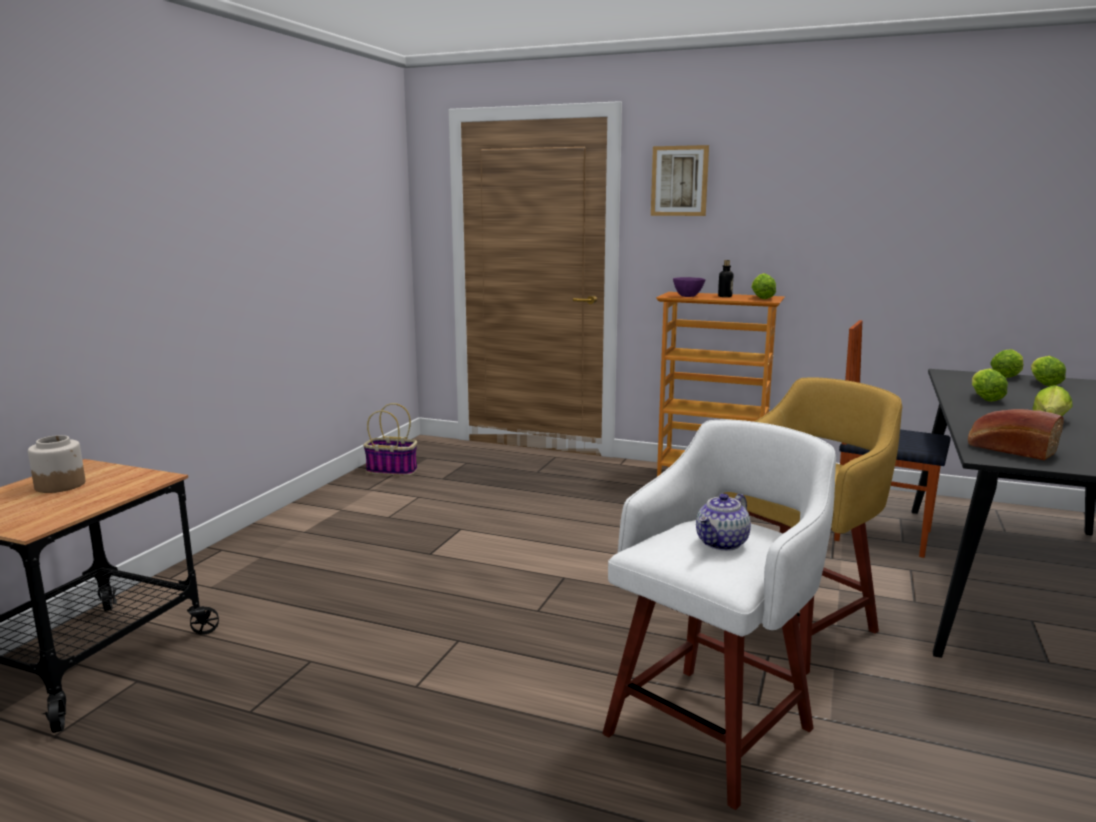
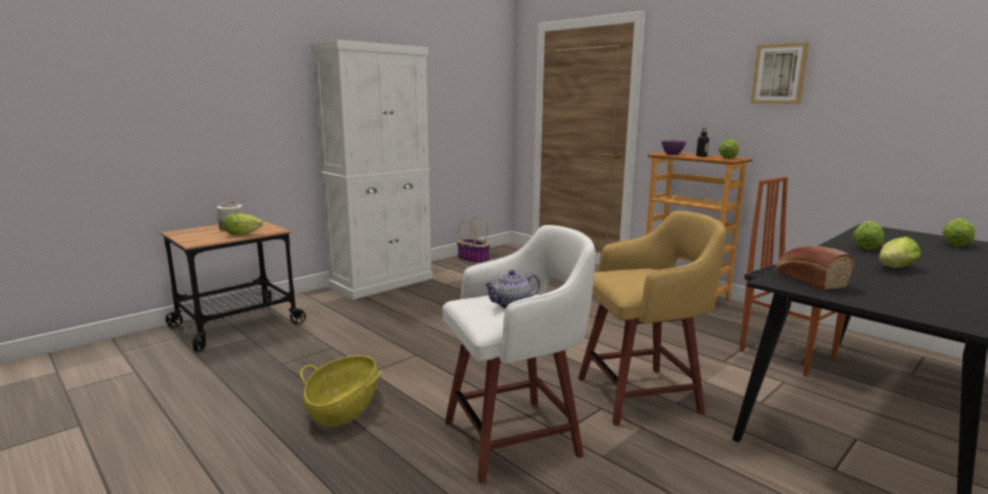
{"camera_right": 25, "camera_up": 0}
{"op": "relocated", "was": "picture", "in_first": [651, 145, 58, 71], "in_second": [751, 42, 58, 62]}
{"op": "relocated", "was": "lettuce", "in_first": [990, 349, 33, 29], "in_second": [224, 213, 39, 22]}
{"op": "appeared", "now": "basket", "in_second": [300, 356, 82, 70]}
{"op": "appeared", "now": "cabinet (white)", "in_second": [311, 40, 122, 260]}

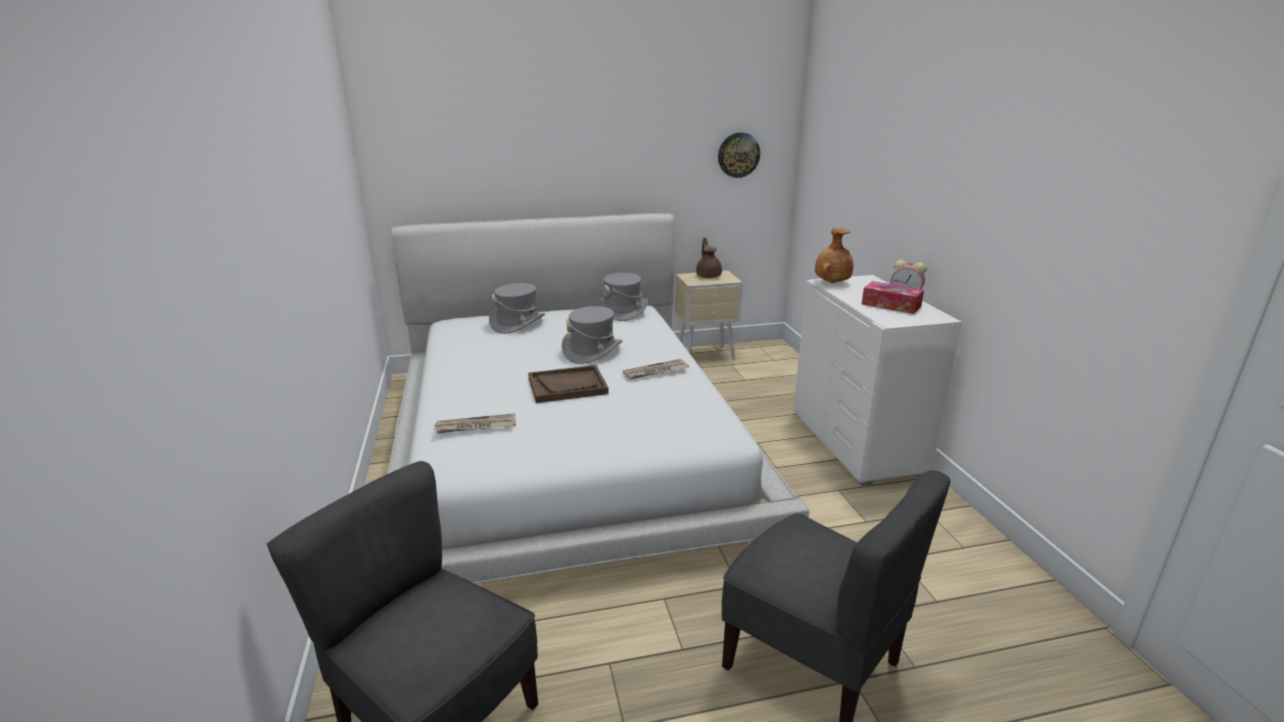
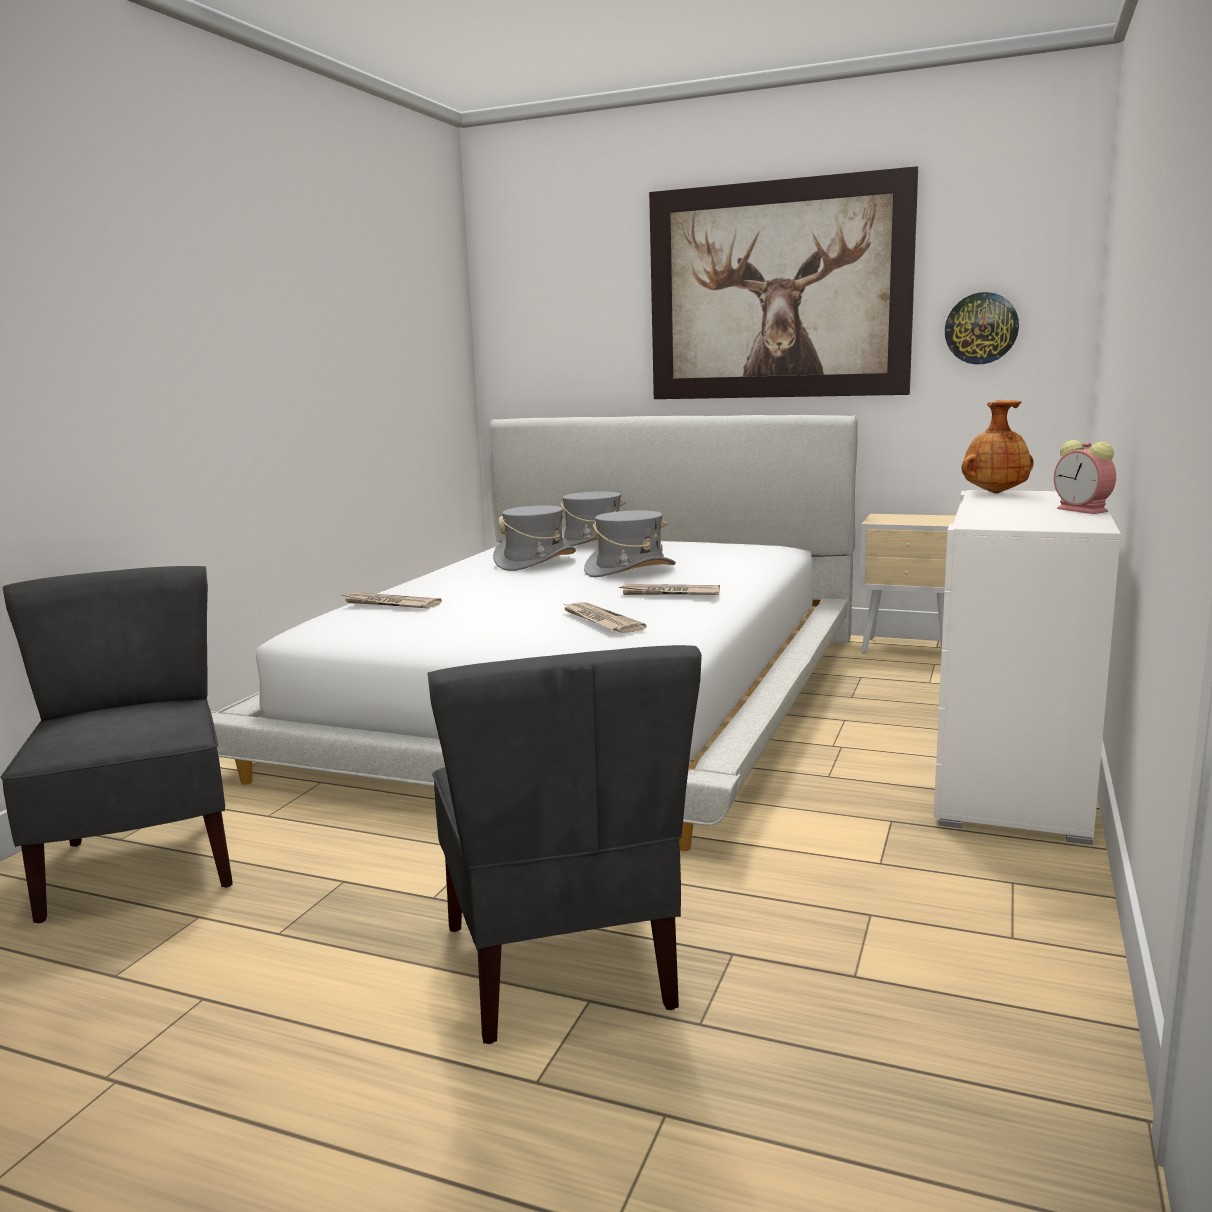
{"camera_right": 35, "camera_up": -10}
{"op": "missing", "was": "tray (brown)", "in_first": [528, 365, 81, 38]}
{"op": "relocated", "was": "hat (grey)", "in_first": [597, 273, 51, 48], "in_second": [493, 505, 83, 66]}
{"op": "missing", "was": "teapot (brown)", "in_first": [696, 238, 26, 40]}
{"op": "missing", "was": "tissue box", "in_first": [862, 281, 62, 33]}
{"op": "appeared", "now": "newspaper", "in_second": [562, 602, 85, 31]}
{"op": "appeared", "now": "picture", "in_second": [649, 166, 269, 233]}

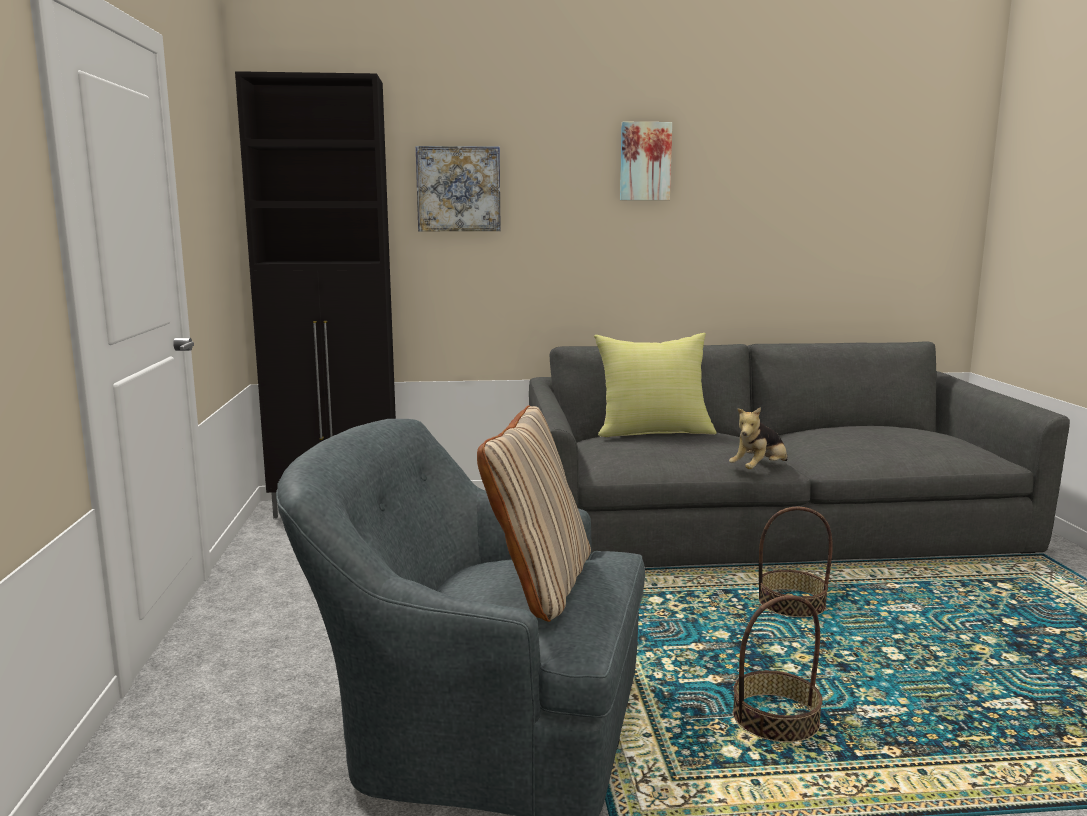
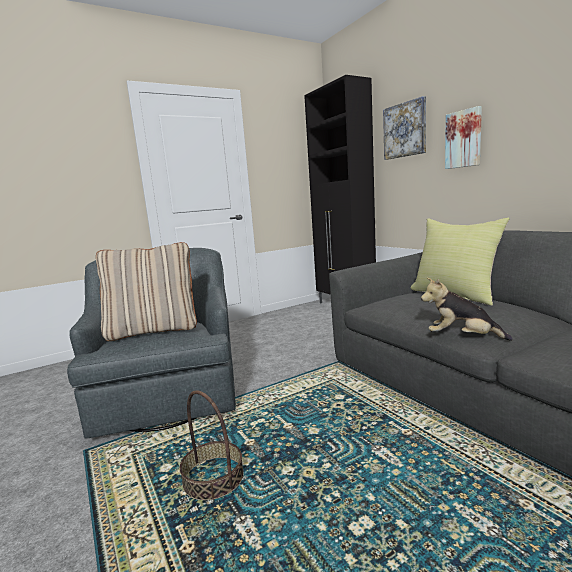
{"camera_right": 65, "camera_up": 0}
{"op": "relocated", "was": "picture", "in_first": [620, 122, 52, 78], "in_second": [445, 106, 37, 63]}
{"op": "missing", "was": "basket", "in_first": [759, 507, 74, 110]}

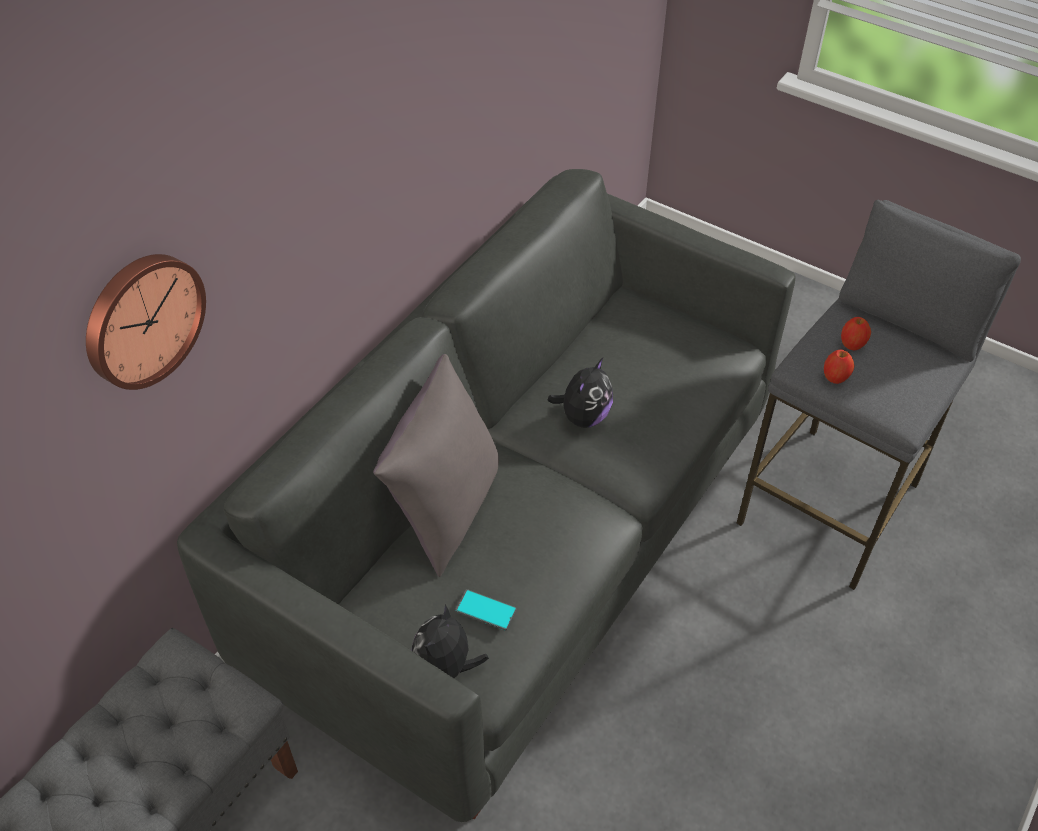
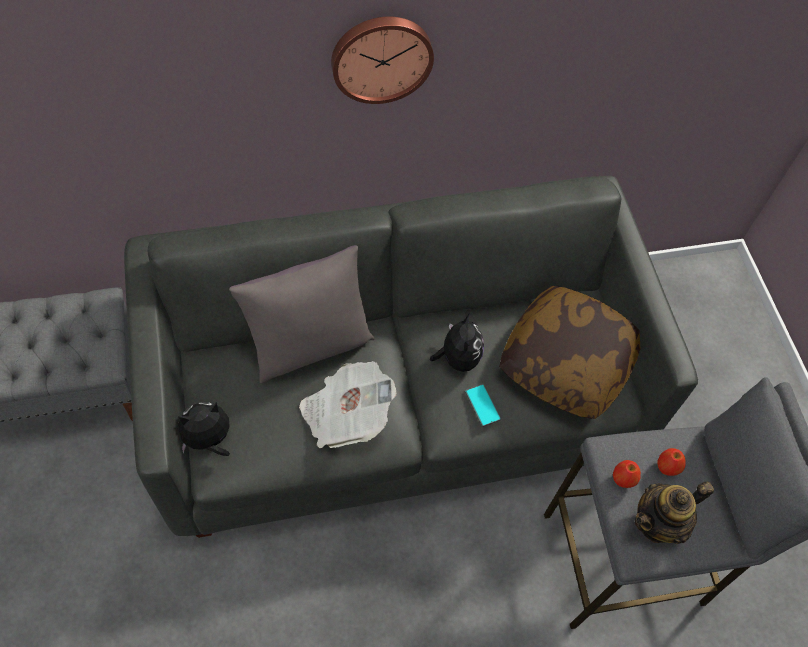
{"camera_right": 40, "camera_up": 10}
{"op": "relocated", "was": "wall clock", "in_first": [86, 254, 120, 136], "in_second": [331, 16, 103, 88]}
{"op": "relocated", "was": "phone", "in_first": [455, 589, 62, 42], "in_second": [465, 383, 36, 44]}
{"op": "spun", "was": "plush toy", "in_first": [547, 358, 66, 70], "in_second": [430, 313, 54, 59], "clockwise": -75}
{"op": "appeared", "now": "newspaper", "in_second": [299, 361, 98, 87]}
{"op": "appeared", "now": "pillow", "in_second": [499, 286, 142, 133]}
{"op": "appeared", "now": "teapot", "in_second": [635, 481, 79, 63]}

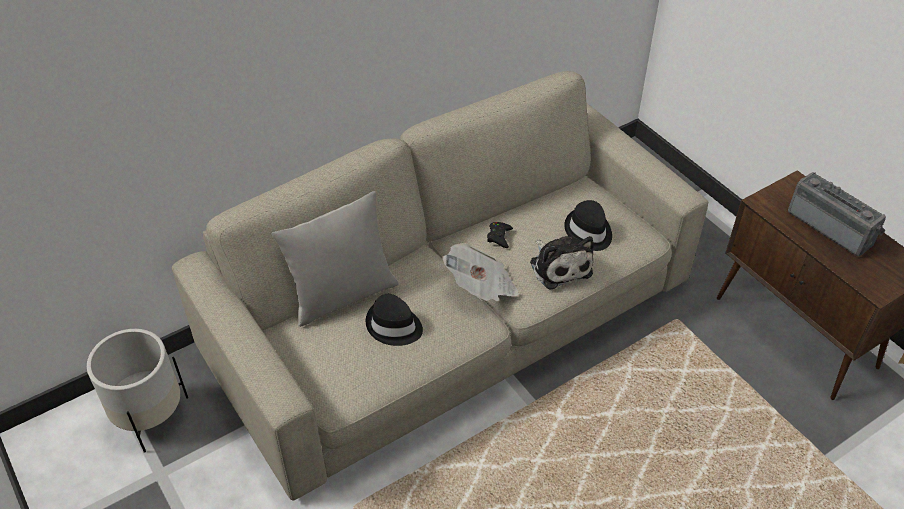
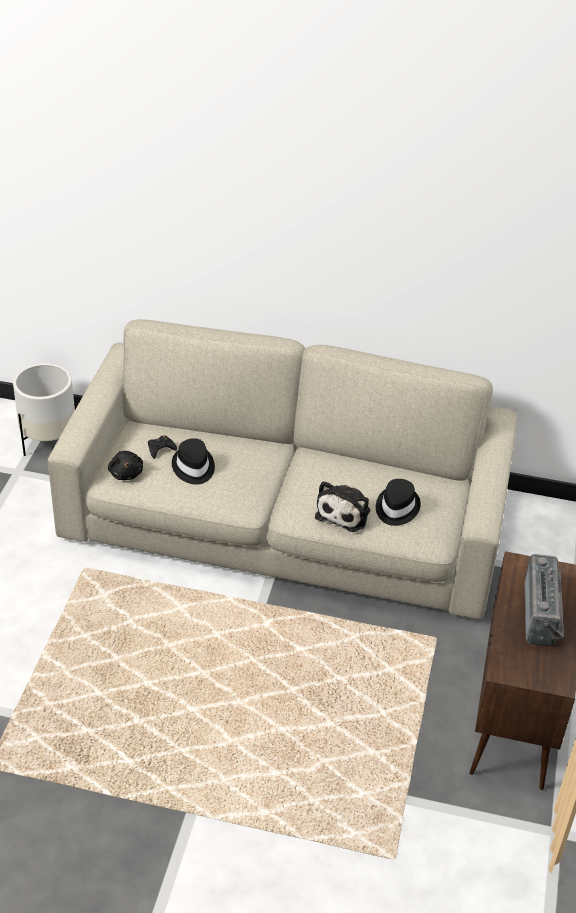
{"camera_right": 45, "camera_up": -5}
{"op": "missing", "was": "pillow (grey)", "in_first": [271, 191, 127, 136]}
{"op": "missing", "was": "newspaper", "in_first": [442, 243, 77, 58]}
{"op": "relocated", "was": "game controller (black)", "in_first": [487, 222, 26, 26], "in_second": [148, 435, 29, 24]}
{"op": "appeared", "now": "plush toy (black)", "in_second": [108, 451, 35, 29]}

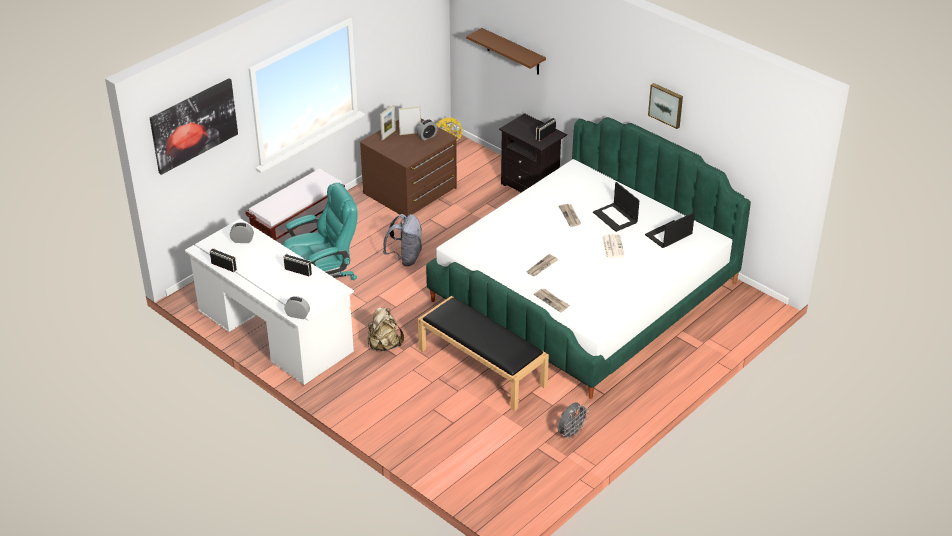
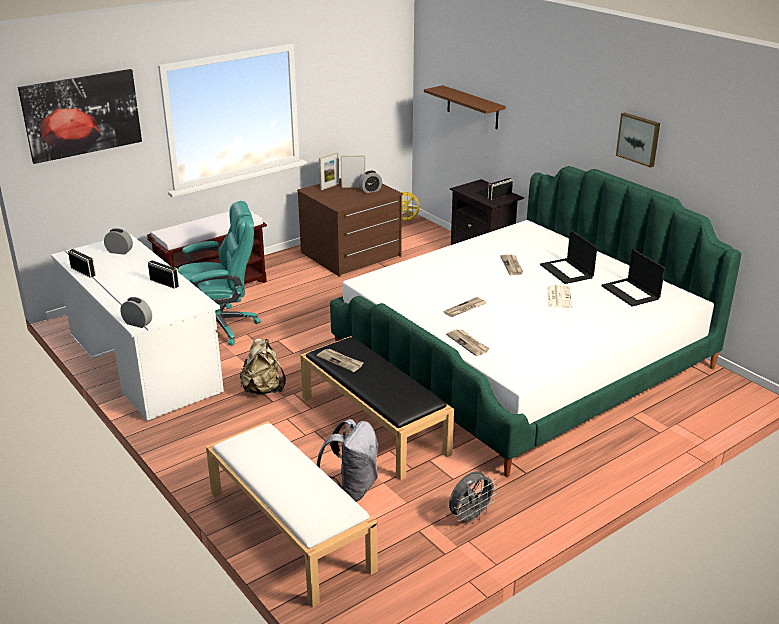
{"camera_right": 10, "camera_up": -10}
{"op": "relocated", "was": "backpack (grey)", "in_first": [383, 214, 39, 52], "in_second": [317, 419, 61, 83]}
{"op": "spun", "was": "laptop", "in_first": [645, 212, 50, 36], "in_second": [602, 249, 63, 58], "clockwise": -90}
{"op": "appeared", "now": "bench (white)", "in_second": [206, 421, 172, 186]}
{"op": "appeared", "now": "newspaper", "in_second": [317, 348, 47, 24]}

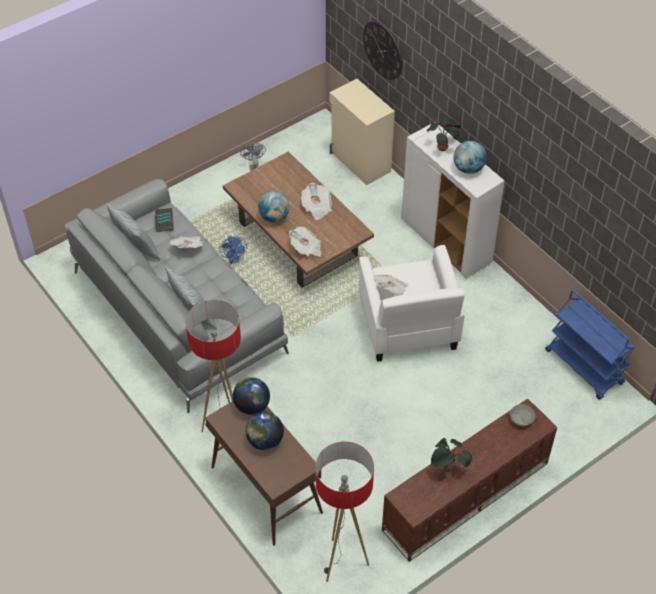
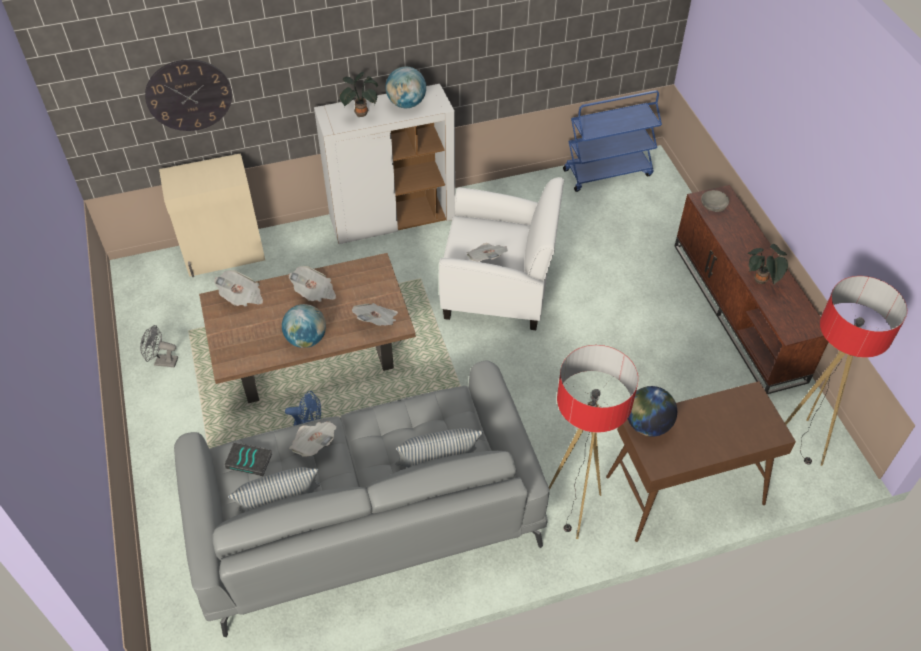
{"camera_right": -70, "camera_up": 0}
{"op": "missing", "was": "globe", "in_first": [246, 412, 38, 38]}
{"op": "appeared", "now": "newspaper", "in_second": [214, 270, 49, 36]}

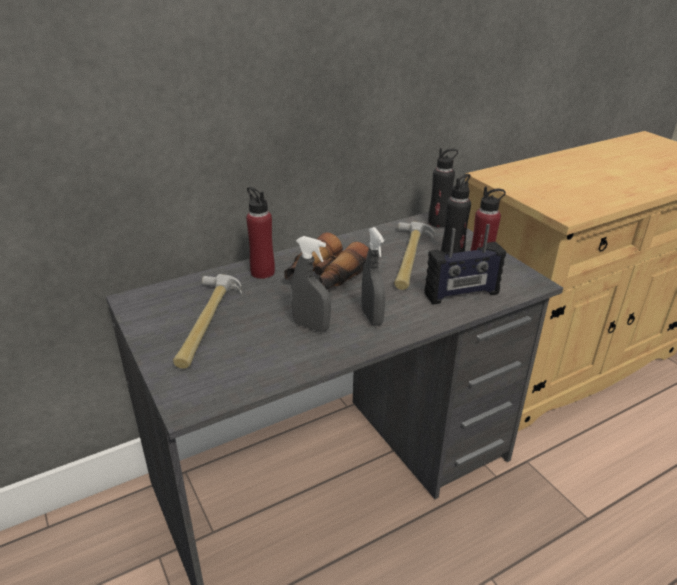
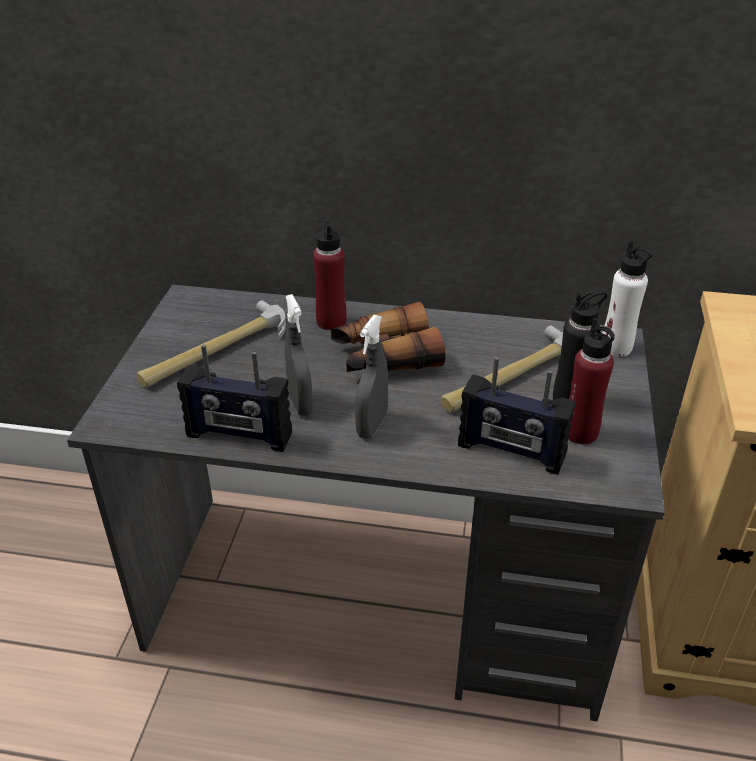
{"camera_right": 40, "camera_up": 5}
{"op": "colour", "was": "bottle (black)", "now": "bottle (white)", "in_first": [428, 148, 30, 79], "in_second": [603, 241, 49, 116]}
{"op": "appeared", "now": "radio", "in_second": [177, 345, 115, 107]}

